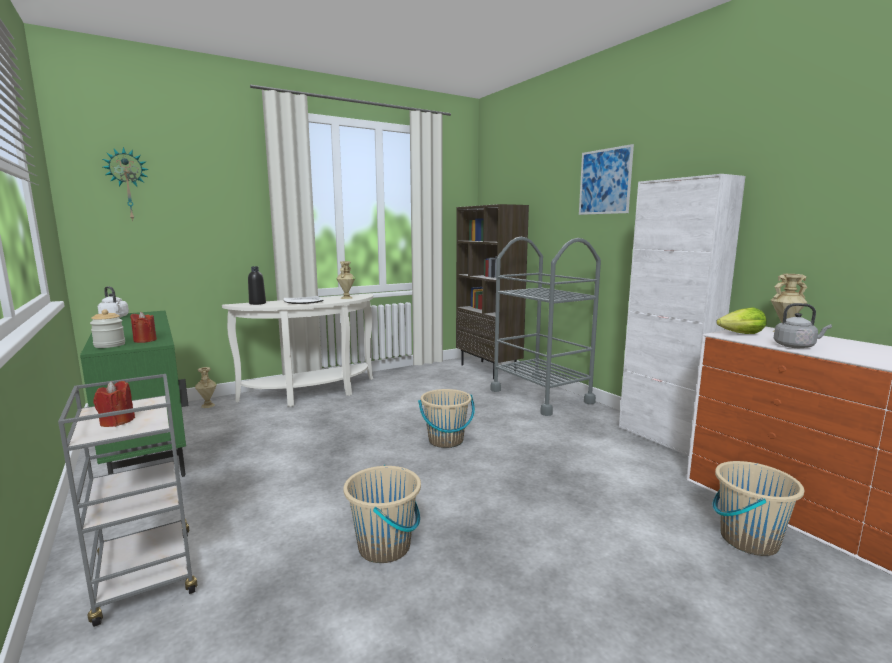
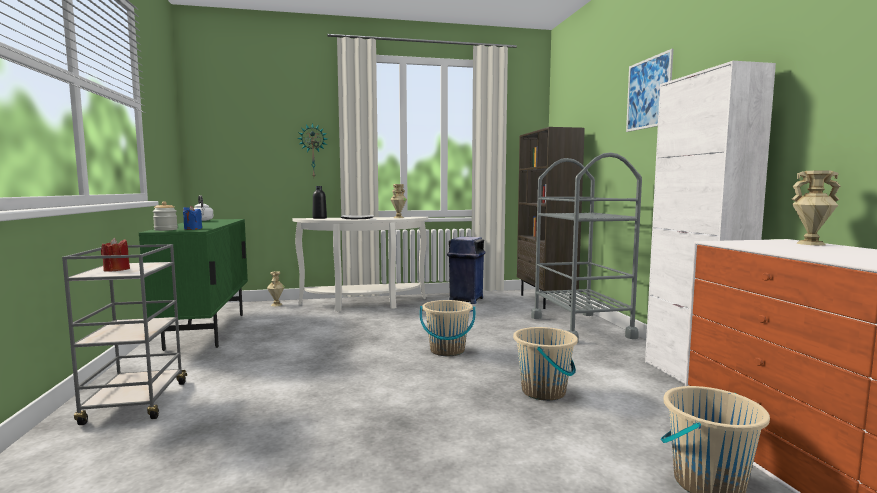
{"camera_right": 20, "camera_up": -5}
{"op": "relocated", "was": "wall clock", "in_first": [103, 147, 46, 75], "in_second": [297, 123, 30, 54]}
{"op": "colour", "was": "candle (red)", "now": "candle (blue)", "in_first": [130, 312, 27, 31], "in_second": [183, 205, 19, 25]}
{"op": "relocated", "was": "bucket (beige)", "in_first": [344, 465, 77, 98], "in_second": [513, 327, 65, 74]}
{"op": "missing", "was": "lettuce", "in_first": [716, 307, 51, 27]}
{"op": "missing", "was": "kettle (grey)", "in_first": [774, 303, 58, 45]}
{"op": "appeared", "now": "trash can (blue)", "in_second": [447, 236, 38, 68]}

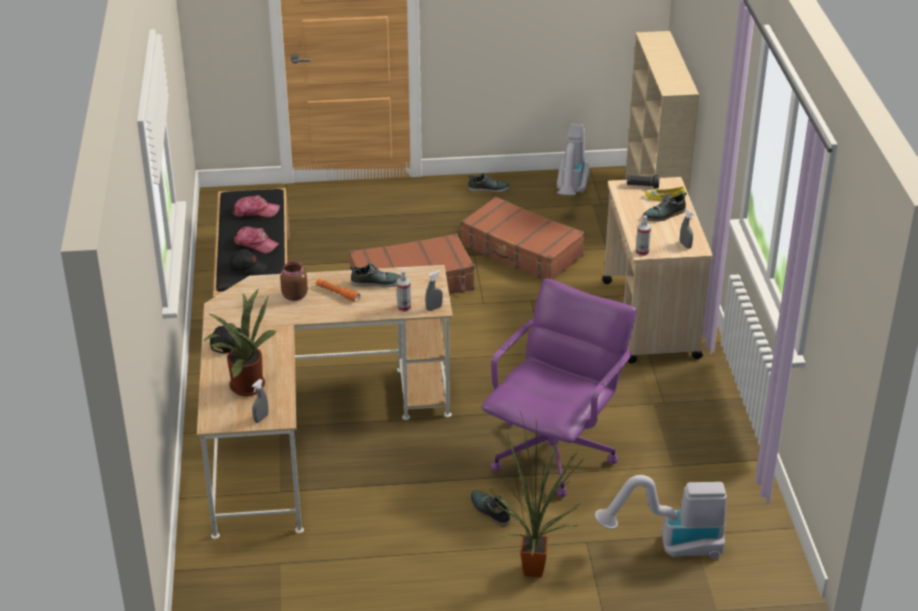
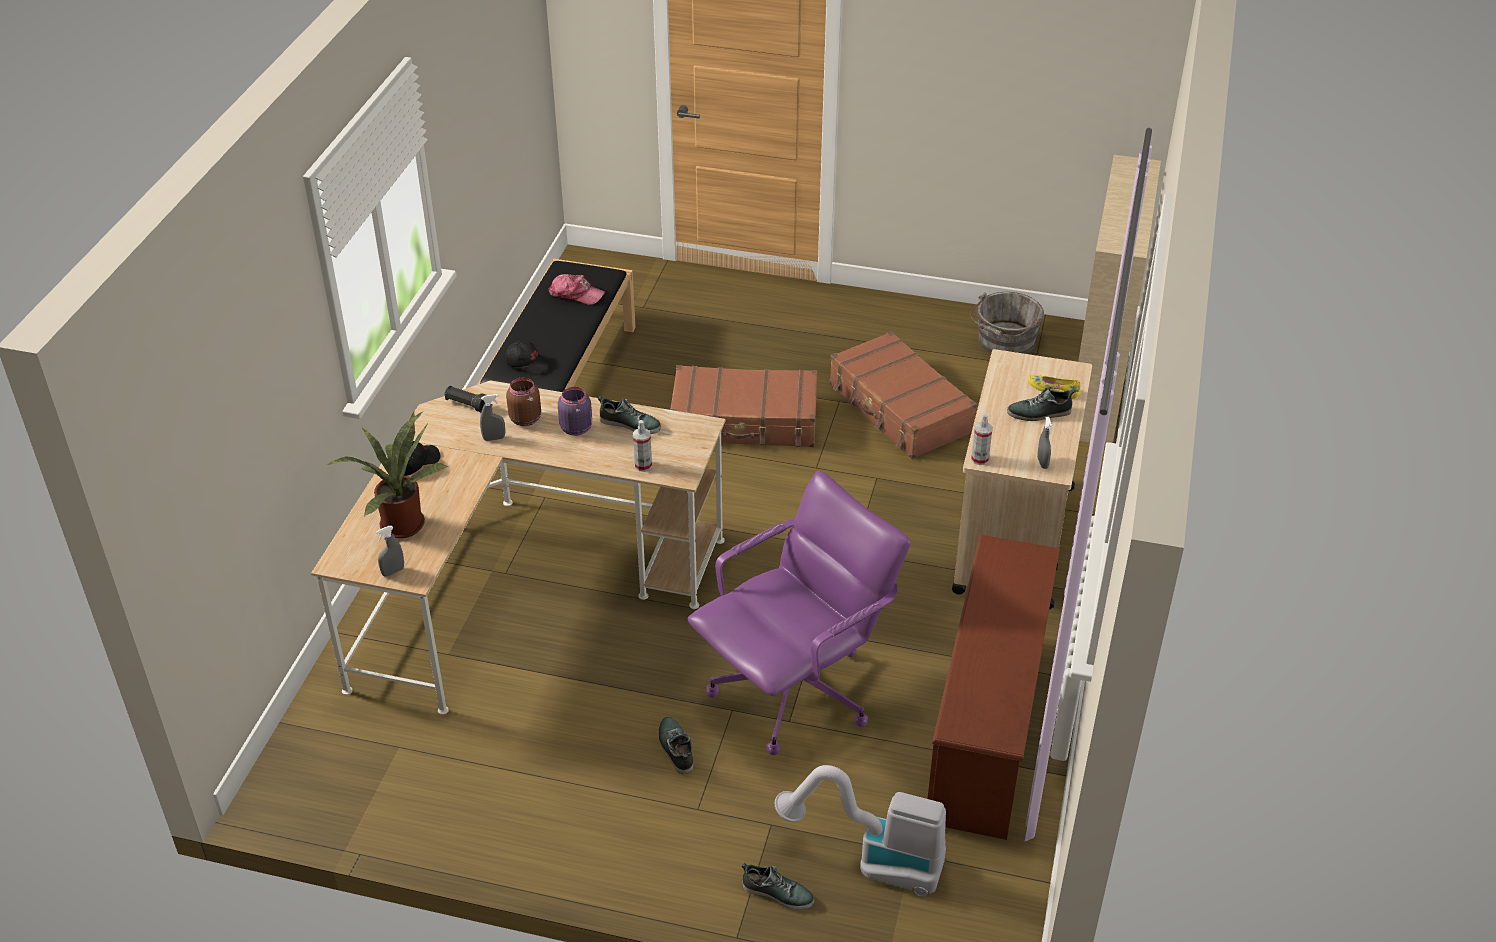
{"camera_right": 20, "camera_up": 5}
{"op": "missing", "was": "cap", "in_first": [234, 227, 45, 26]}
{"op": "exchanged", "was": "flashlight (orange)", "now": "jar (purple)", "in_first": [316, 279, 44, 23], "in_second": [558, 387, 34, 49]}
{"op": "relocated", "was": "spray bottle (grey)", "in_first": [425, 270, 18, 41], "in_second": [480, 394, 25, 47]}
{"op": "relocated", "was": "shoe", "in_first": [468, 173, 42, 19], "in_second": [742, 863, 72, 47]}
{"op": "missing", "was": "potted plant", "in_first": [490, 411, 93, 166]}
{"op": "exchanged", "was": "vacuum cleaner", "now": "bucket (grey)", "in_first": [557, 124, 33, 71], "in_second": [971, 292, 73, 62]}
{"op": "relocated", "was": "flashlight (black)", "in_first": [627, 175, 33, 14], "in_second": [444, 386, 42, 26]}
{"op": "appeared", "now": "shoe rack (brown)", "in_second": [927, 535, 133, 305]}

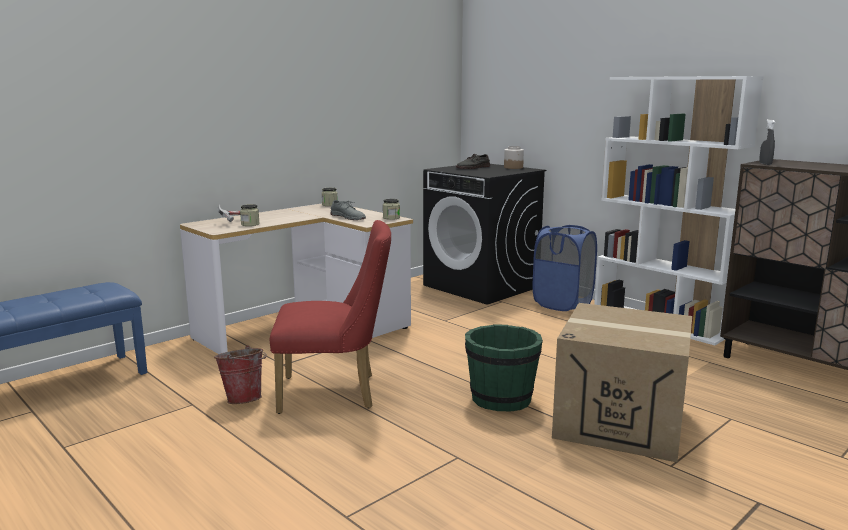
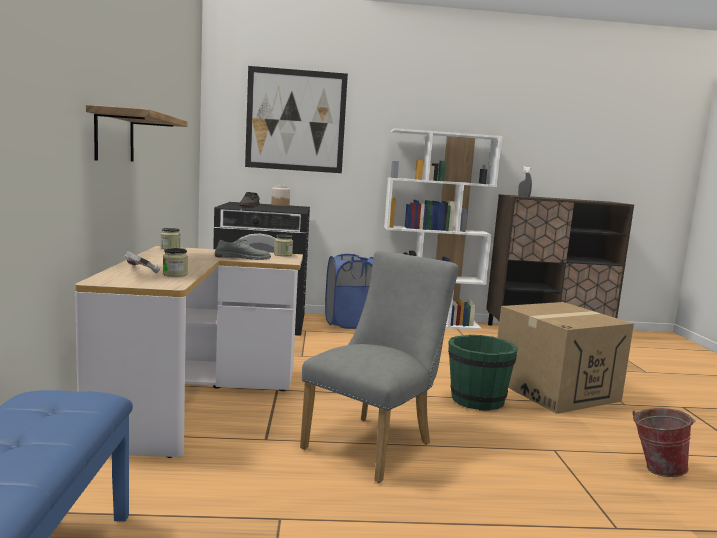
{"camera_right": -50, "camera_up": -5}
{"op": "relocated", "was": "bucket", "in_first": [214, 346, 53, 58], "in_second": [632, 408, 64, 69]}
{"op": "colour", "was": "chair (red)", "now": "chair (grey)", "in_first": [270, 220, 121, 194], "in_second": [300, 251, 158, 232]}
{"op": "appeared", "now": "shelf", "in_second": [86, 105, 102, 56]}
{"op": "appeared", "now": "picture", "in_second": [245, 66, 103, 107]}

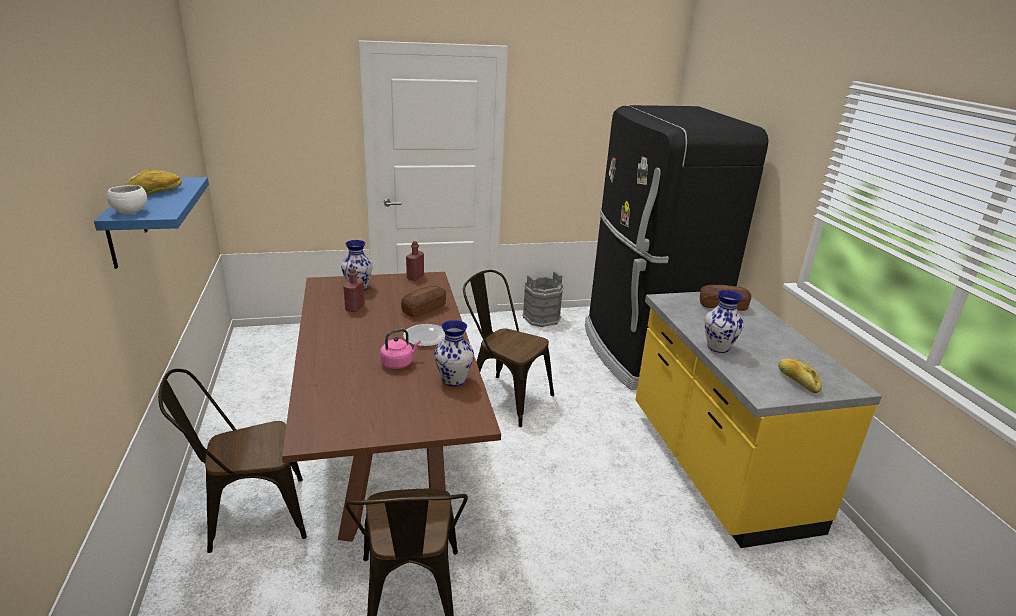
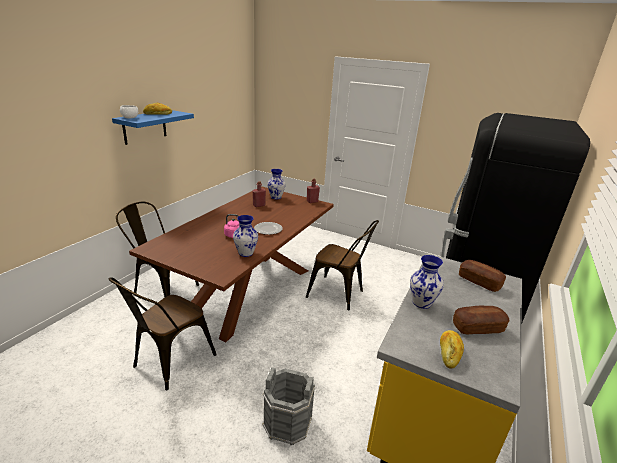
{"camera_right": 40, "camera_up": 0}
{"op": "relocated", "was": "bread", "in_first": [401, 286, 45, 31], "in_second": [453, 306, 56, 29]}
{"op": "spun", "was": "chair (brown)", "in_first": [463, 270, 91, 157], "in_second": [306, 220, 73, 90], "clockwise": 135}
{"op": "relocated", "was": "bucket (grey)", "in_first": [522, 271, 42, 56], "in_second": [263, 367, 52, 78]}

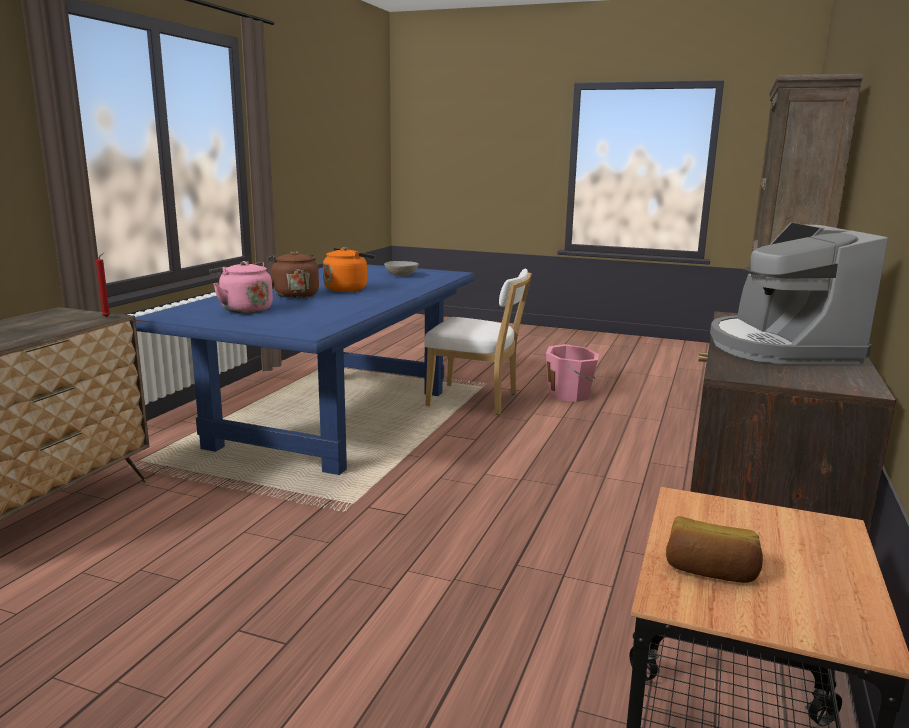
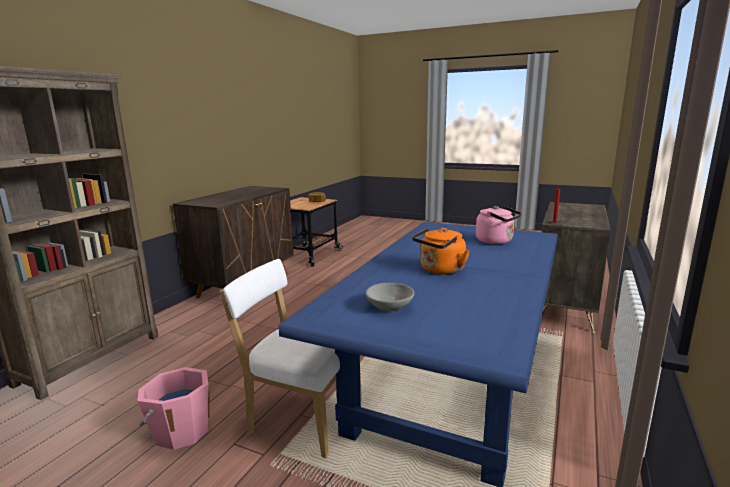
{"camera_right": -175, "camera_up": 0}
{"op": "missing", "was": "kettle (brown)", "in_first": [266, 251, 53, 47]}
{"op": "missing", "was": "coffee machine", "in_first": [710, 223, 178, 141]}

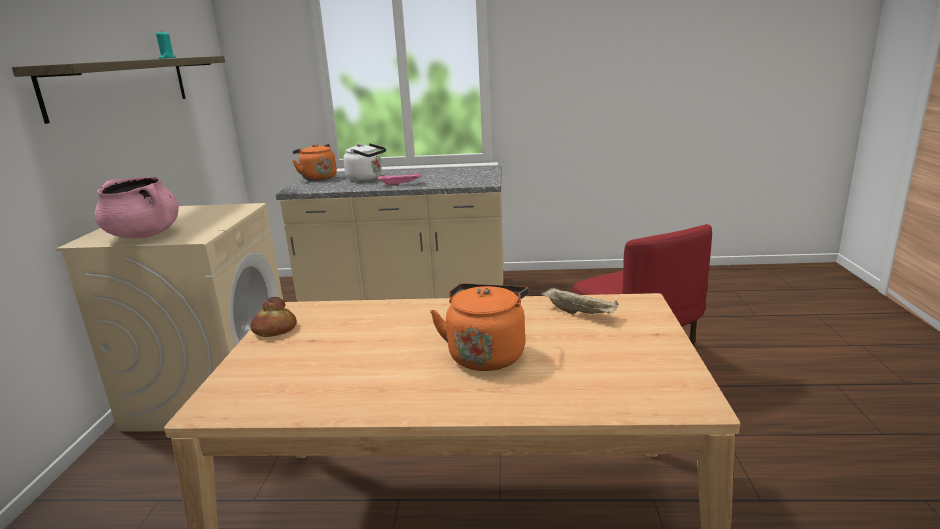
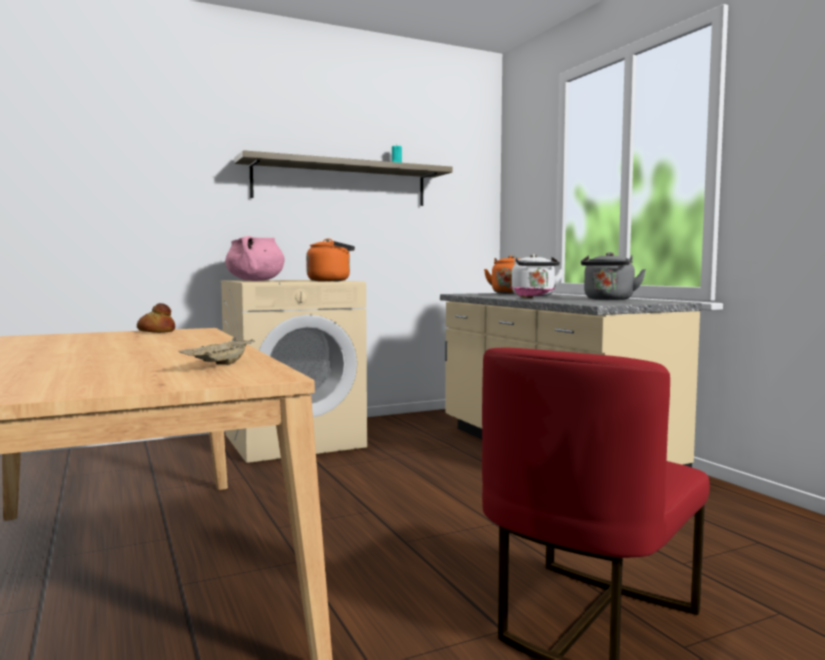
{"camera_right": 60, "camera_up": -15}
{"op": "relocated", "was": "kettle (orange)", "in_first": [430, 284, 98, 87], "in_second": [306, 239, 49, 42]}
{"op": "appeared", "now": "kettle (grey)", "in_second": [581, 252, 65, 48]}

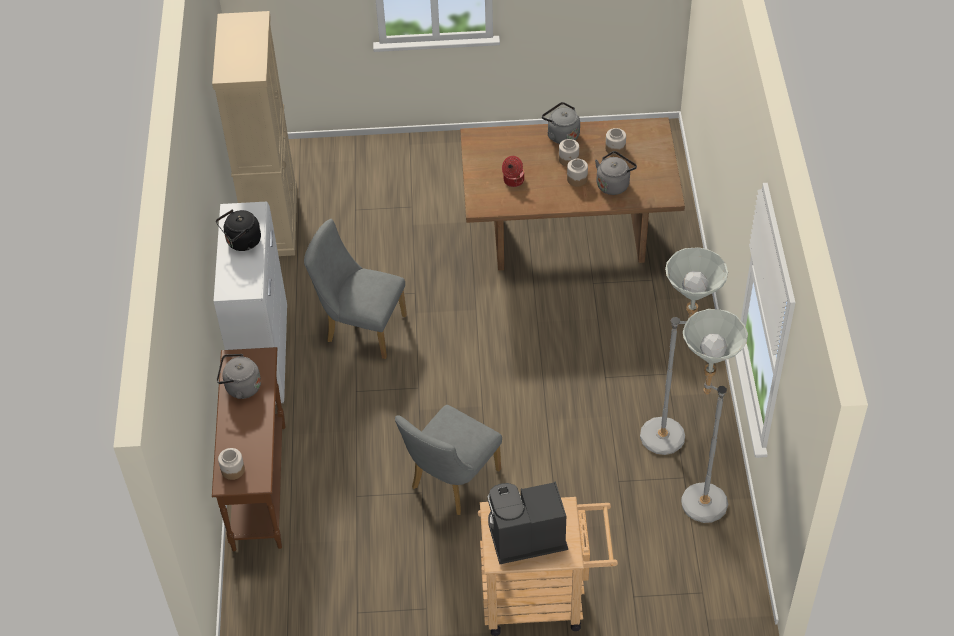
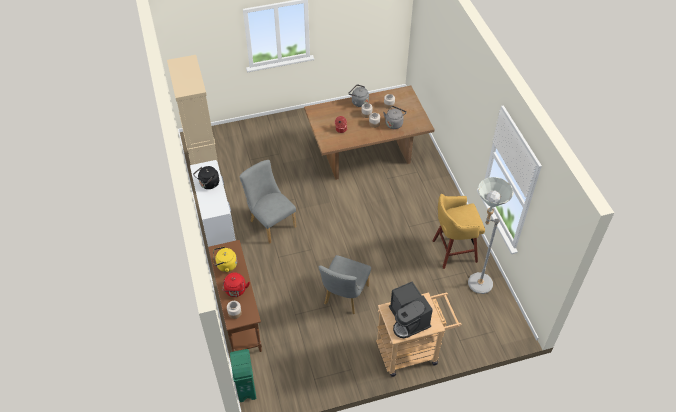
{"camera_right": -15, "camera_up": 0}
{"op": "colour", "was": "kettle (grey)", "now": "kettle (yellow)", "in_first": [217, 354, 44, 45], "in_second": [213, 247, 24, 25]}
{"op": "spun", "was": "chair (grey)", "in_first": [304, 219, 103, 140], "in_second": [240, 160, 56, 83], "clockwise": 45}
{"op": "spun", "was": "coffee machine", "in_first": [487, 481, 81, 84], "in_second": [389, 281, 44, 57], "clockwise": -90}
{"op": "exchanged", "was": "floor lamp (grey)", "now": "stool (yellow)", "in_first": [640, 247, 88, 208], "in_second": [432, 194, 53, 75]}
{"op": "appeared", "now": "kettle (red)", "in_second": [222, 272, 28, 25]}
{"op": "appeared", "now": "trash can (green)", "in_second": [230, 349, 26, 53]}

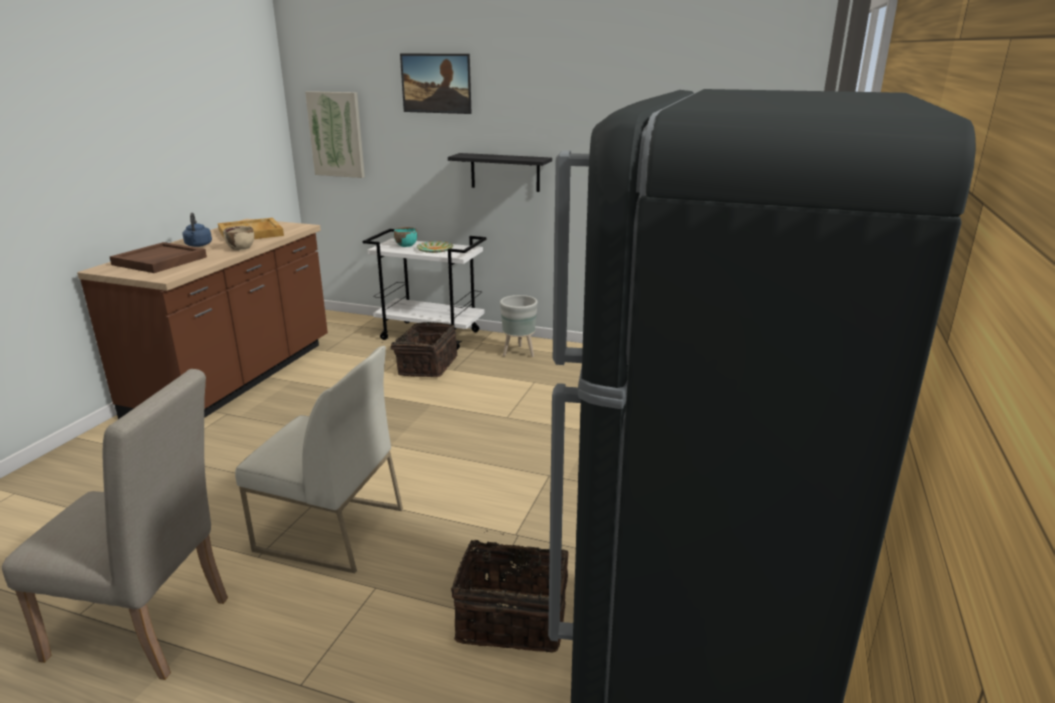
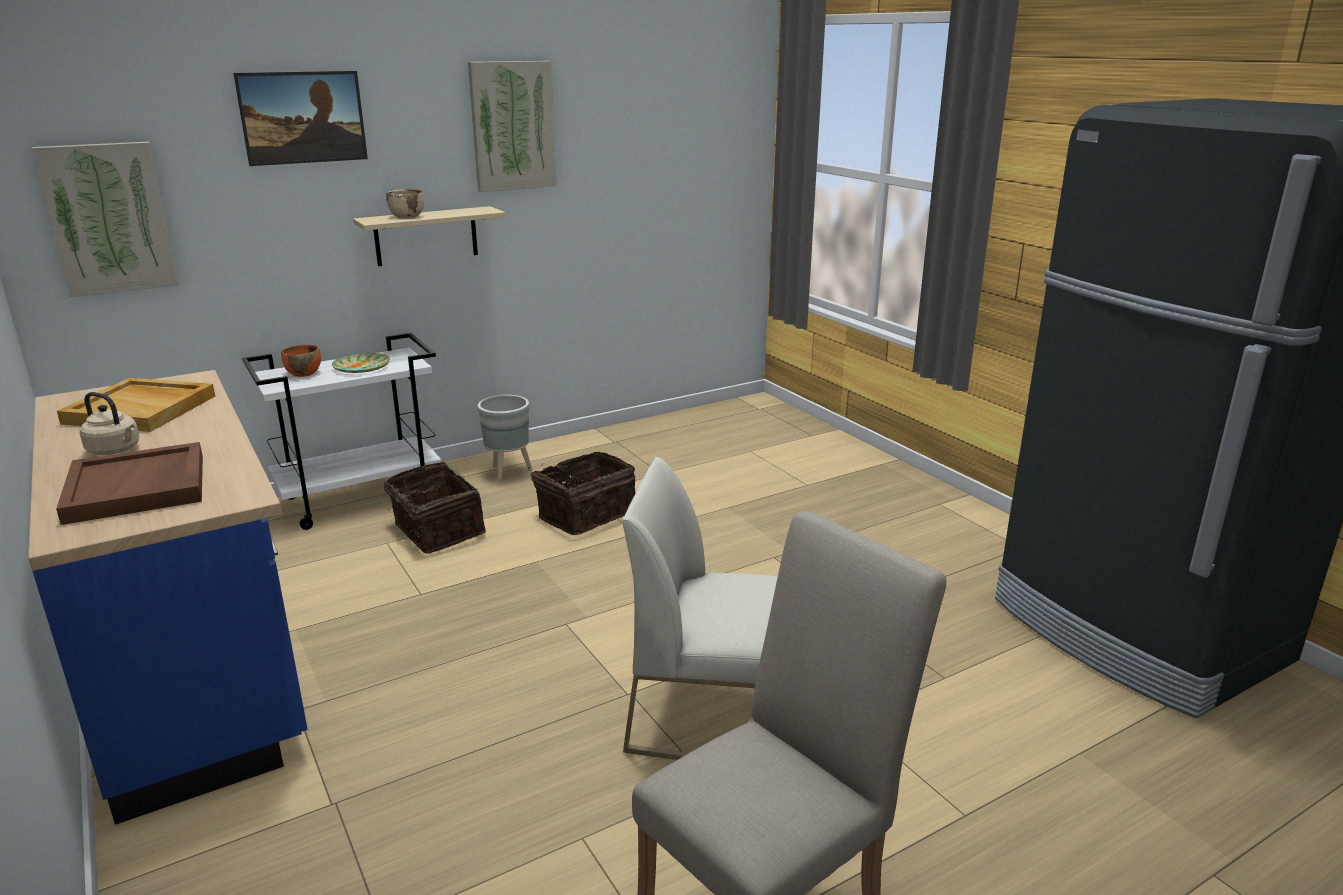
{"camera_right": -50, "camera_up": 0}
{"op": "colour", "was": "counter (brown)", "now": "counter (blue)", "in_first": [77, 219, 251, 200], "in_second": [28, 370, 280, 455]}
{"op": "colour", "was": "kettle (blue)", "now": "kettle (beige)", "in_first": [183, 213, 29, 34], "in_second": [80, 392, 59, 63]}
{"op": "relocated", "was": "bowl (beige)", "in_first": [223, 226, 31, 24], "in_second": [386, 189, 38, 30]}
{"op": "spun", "was": "chair (white)", "in_first": [235, 346, 168, 227], "in_second": [622, 456, 156, 304], "clockwise": -135}
{"op": "colour", "was": "bowl (turquoise)", "now": "bowl (orange)", "in_first": [394, 227, 24, 20], "in_second": [281, 344, 40, 33]}
{"op": "colour", "was": "shelf (black)", "now": "shelf (beige)", "in_first": [448, 153, 104, 39], "in_second": [353, 206, 153, 60]}
{"op": "relocated", "was": "basket", "in_first": [451, 530, 117, 122], "in_second": [529, 452, 106, 83]}
{"op": "appeared", "now": "picture", "in_second": [468, 61, 89, 131]}

